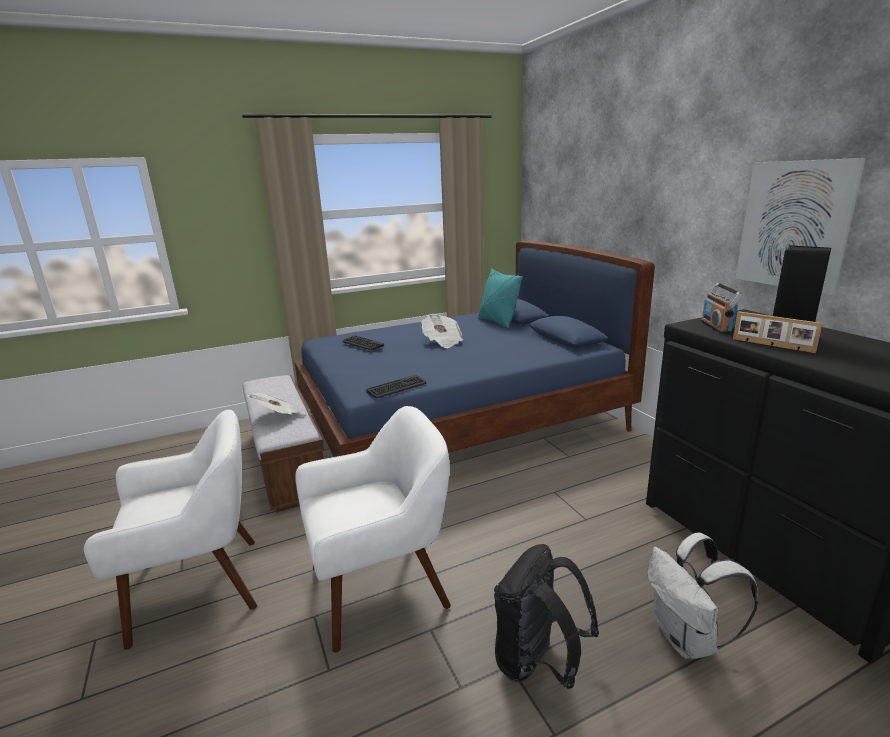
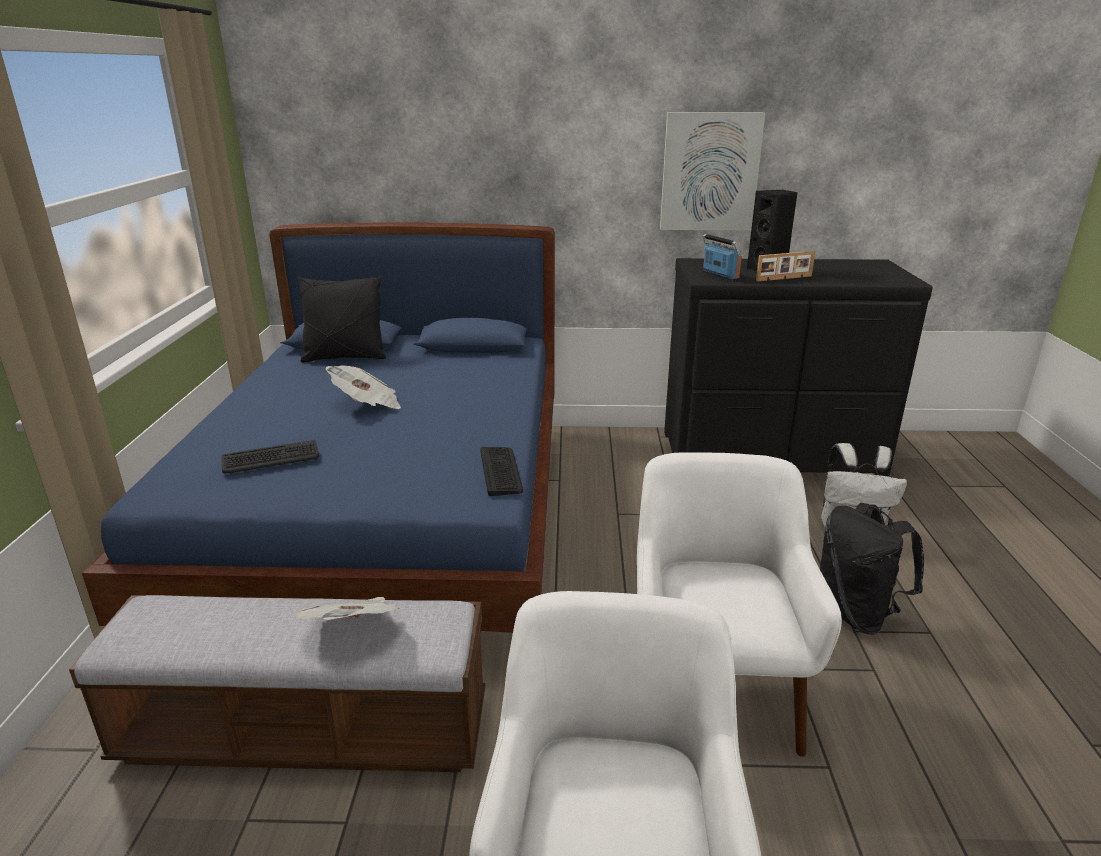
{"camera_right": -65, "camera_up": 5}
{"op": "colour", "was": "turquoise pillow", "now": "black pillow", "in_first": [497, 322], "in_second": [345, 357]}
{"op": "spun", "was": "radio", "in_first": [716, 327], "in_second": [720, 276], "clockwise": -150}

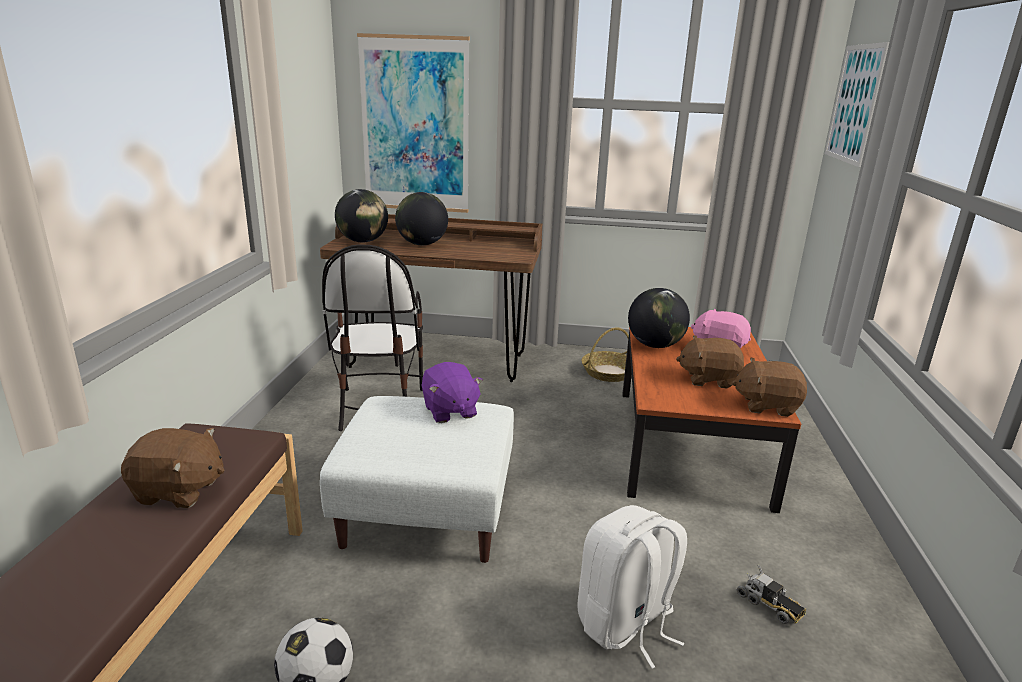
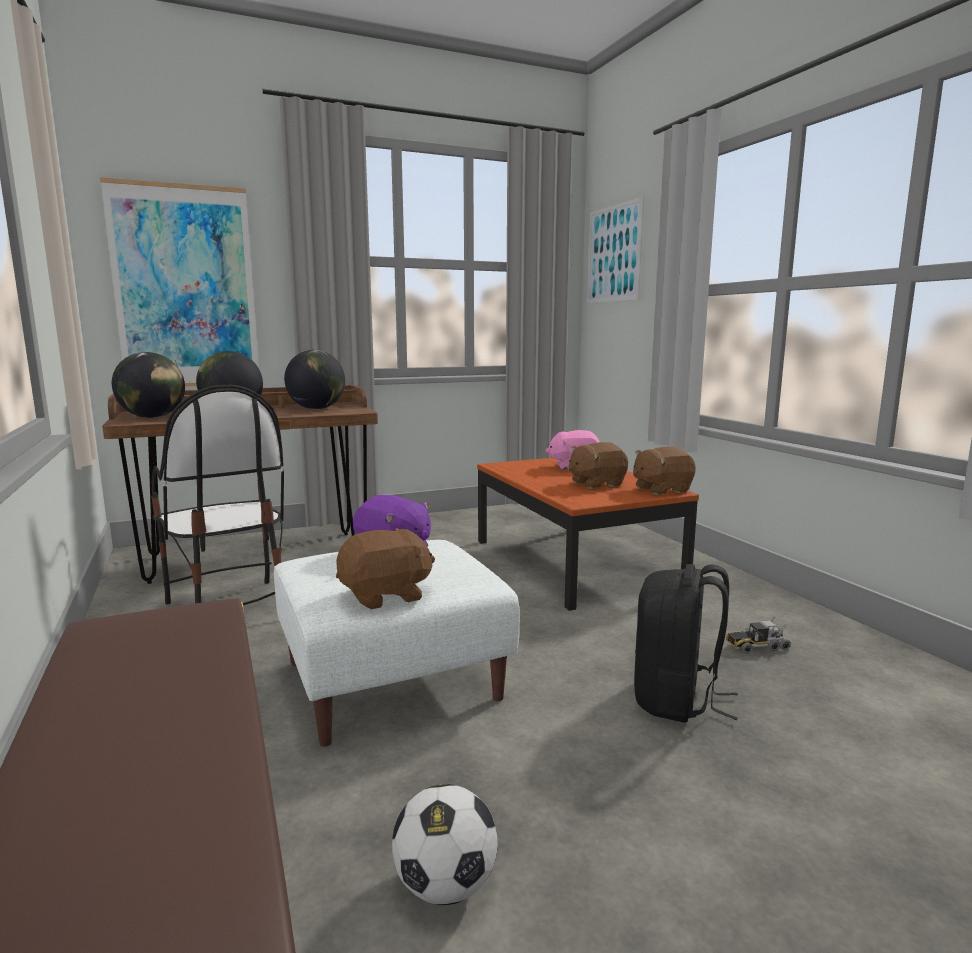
{"camera_right": -30, "camera_up": -10}
{"op": "missing", "was": "basket", "in_first": [608, 372]}
{"op": "relocated", "was": "brown plush toy", "in_first": [179, 491], "in_second": [385, 596]}
{"op": "relocated", "was": "globe", "in_first": [655, 345], "in_second": [316, 409]}
{"op": "colour", "was": "white backpack", "now": "black backpack", "in_first": [625, 625], "in_second": [677, 700]}
{"op": "spun", "was": "toy truck", "in_first": [770, 605], "in_second": [756, 646], "clockwise": 150}

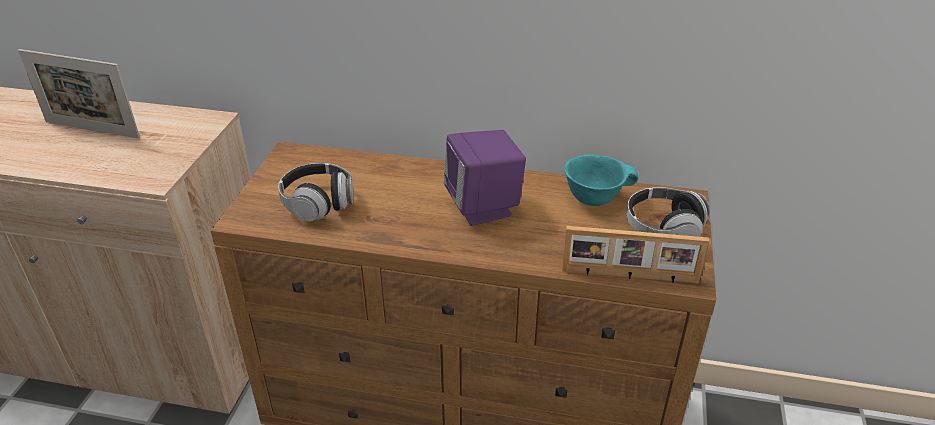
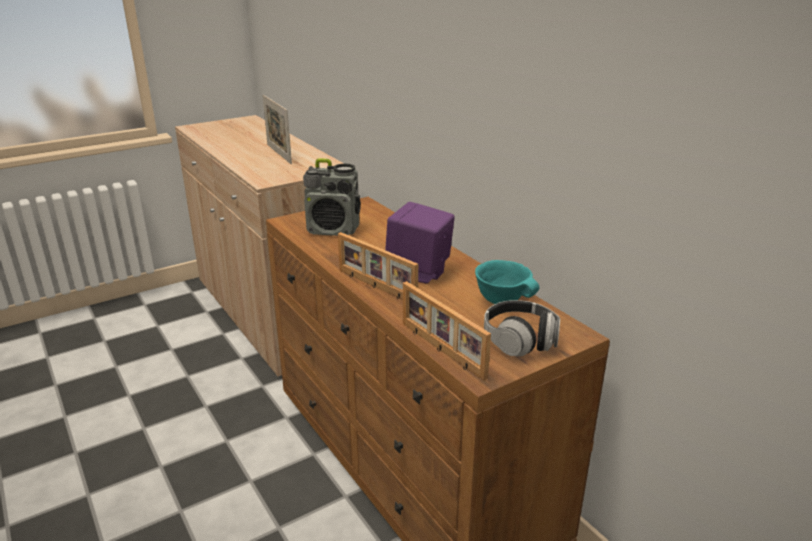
{"camera_right": 45, "camera_up": -10}
{"op": "appeared", "now": "picture frame", "in_second": [375, 287]}
{"op": "exchanged", "was": "headphones", "now": "radio", "in_first": [318, 203], "in_second": [333, 230]}

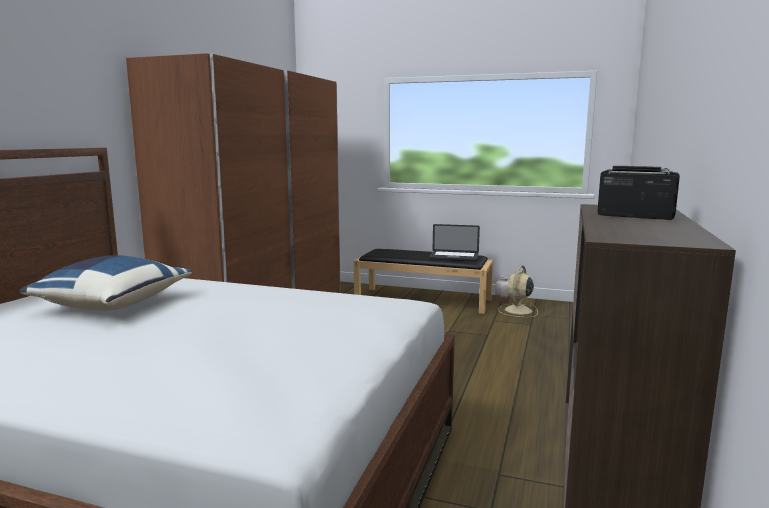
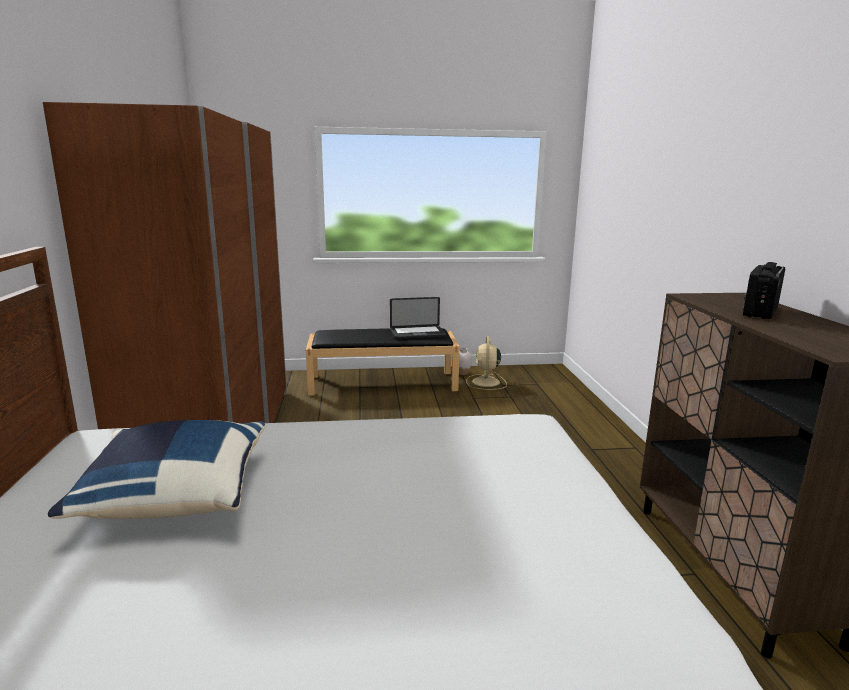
{"camera_right": -25, "camera_up": 5}
{"op": "spun", "was": "radio", "in_first": [634, 216], "in_second": [760, 312], "clockwise": -60}

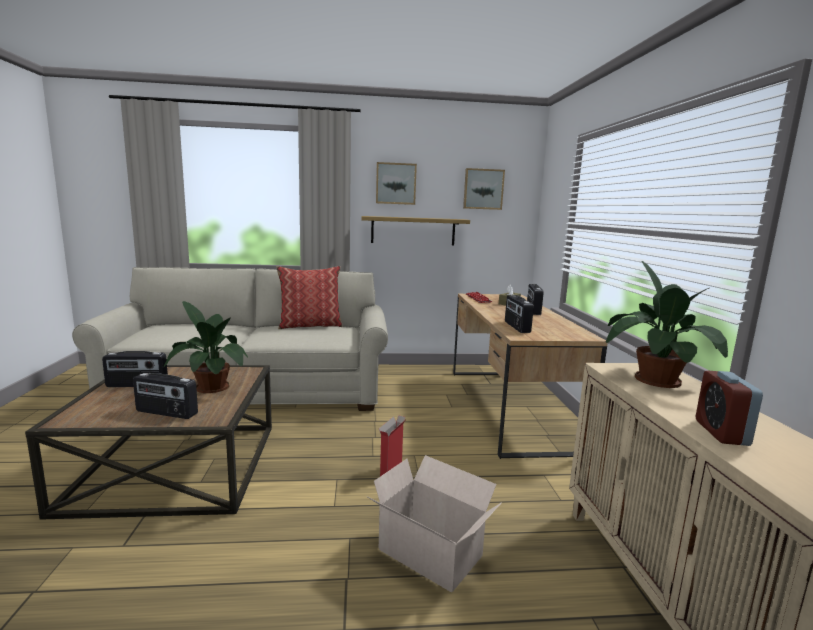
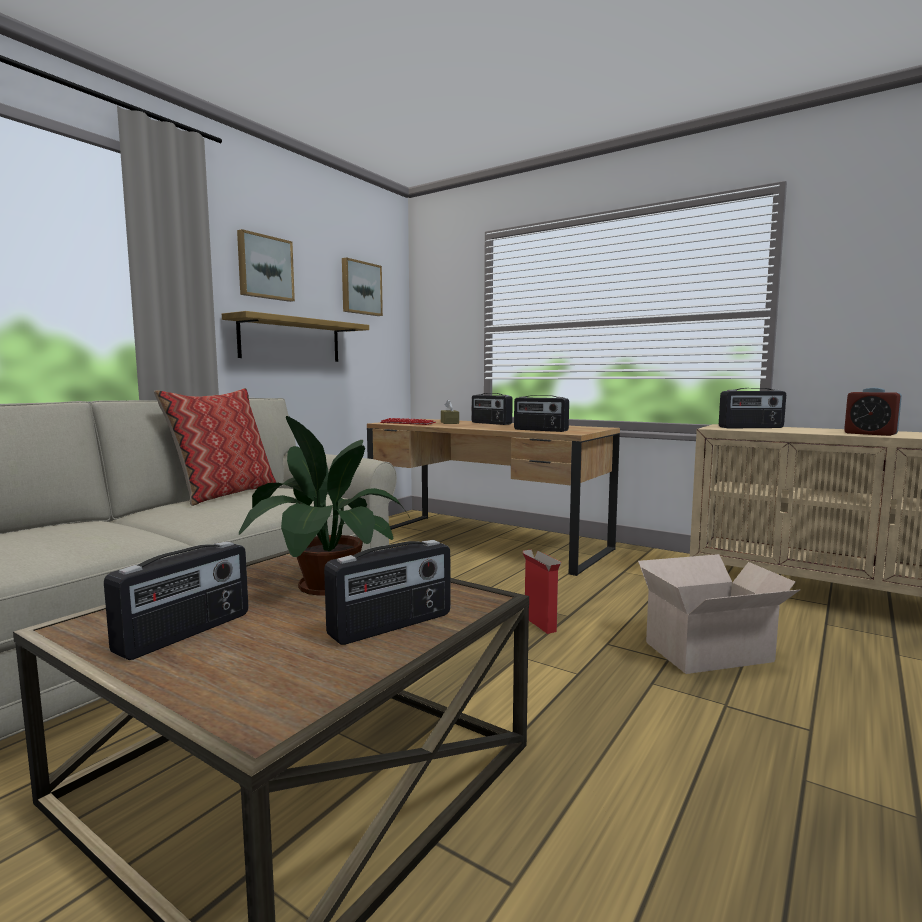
{"camera_right": -50, "camera_up": -5}
{"op": "exchanged", "was": "potted plant", "now": "radio", "in_first": [653, 378], "in_second": [751, 427]}

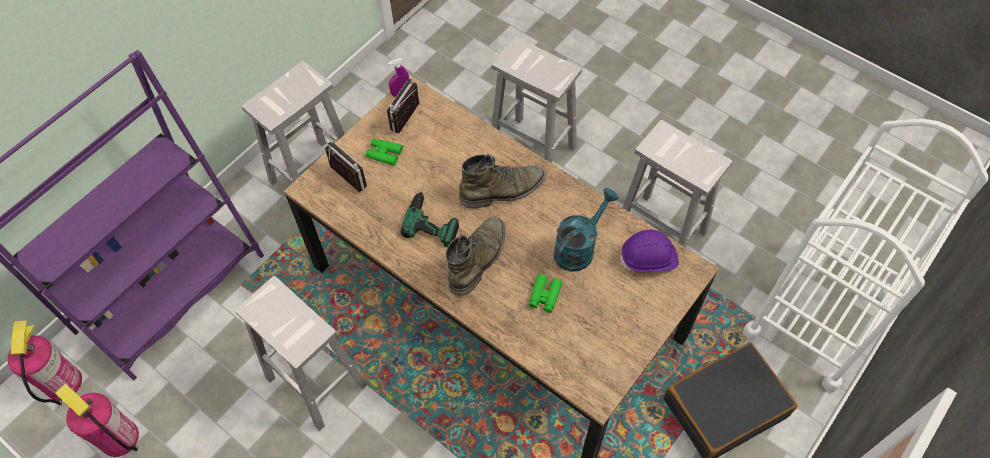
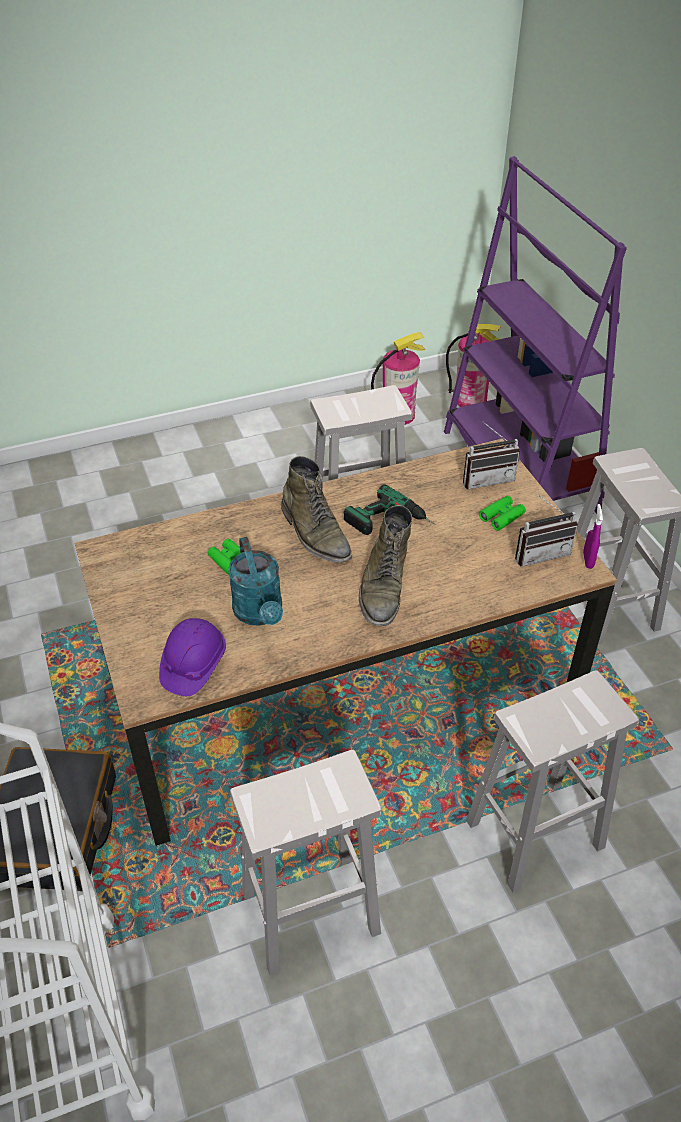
{"camera_right": 120, "camera_up": -15}
{"op": "spun", "was": "radio", "in_first": [409, 119], "in_second": [540, 552], "clockwise": 105}

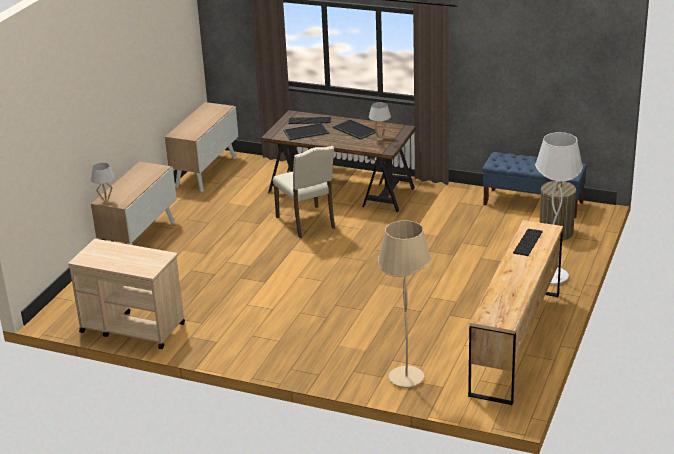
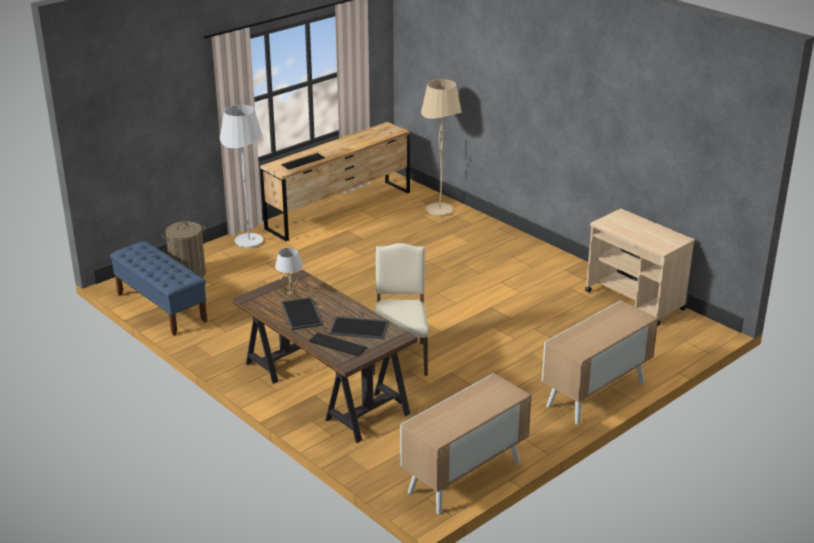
{"camera_right": -155, "camera_up": 0}
{"op": "missing", "was": "white table lamp", "in_first": [106, 201]}

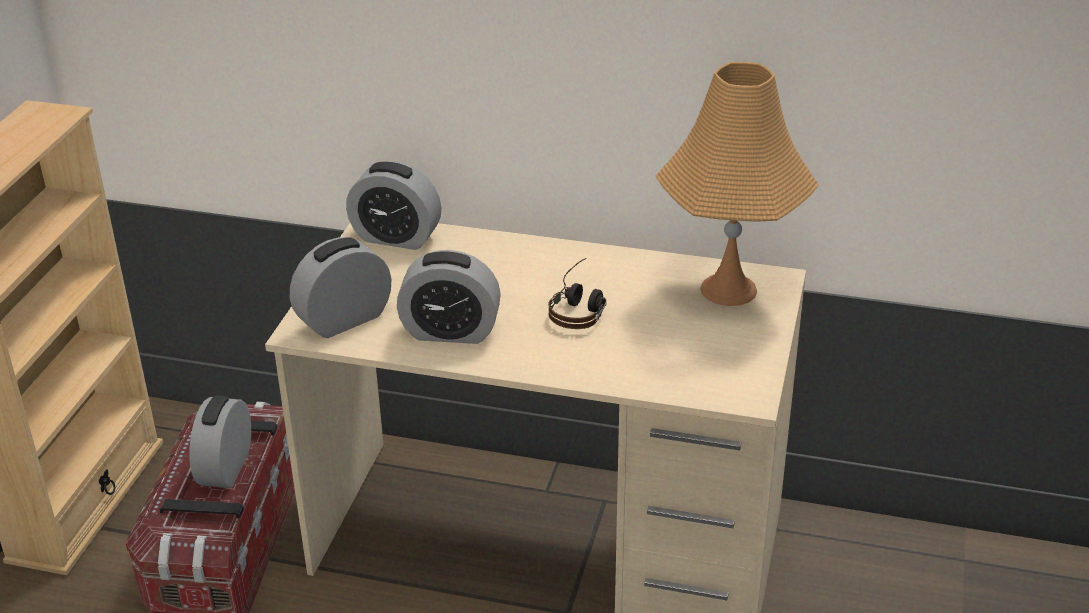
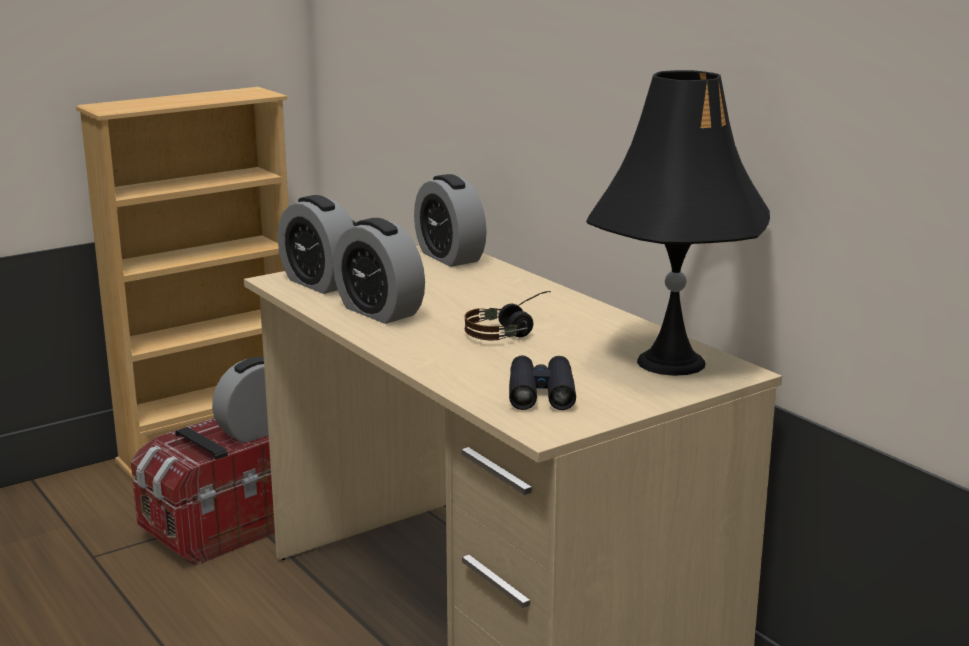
{"camera_right": 40, "camera_up": -15}
{"op": "appeared", "now": "black binoculars", "in_second": [541, 393]}
{"op": "colour", "was": "orange table lamp", "now": "black table lamp", "in_first": [729, 289], "in_second": [671, 362]}
{"op": "spun", "was": "alarm clock", "in_first": [344, 319], "in_second": [320, 283], "clockwise": -135}

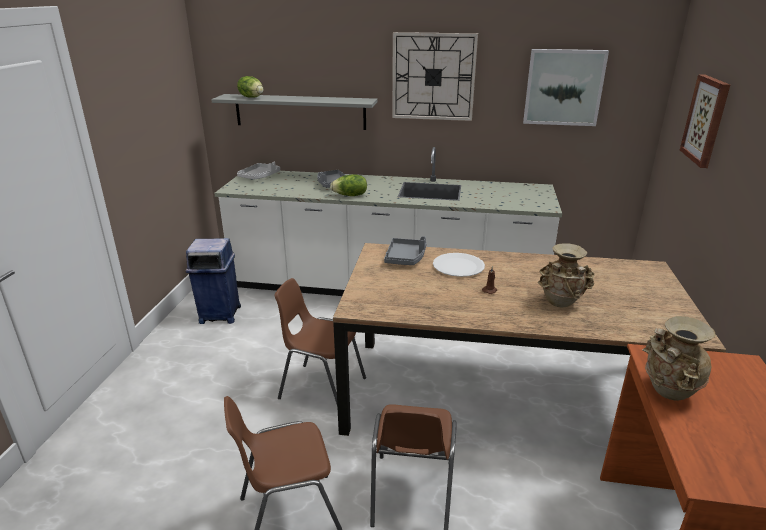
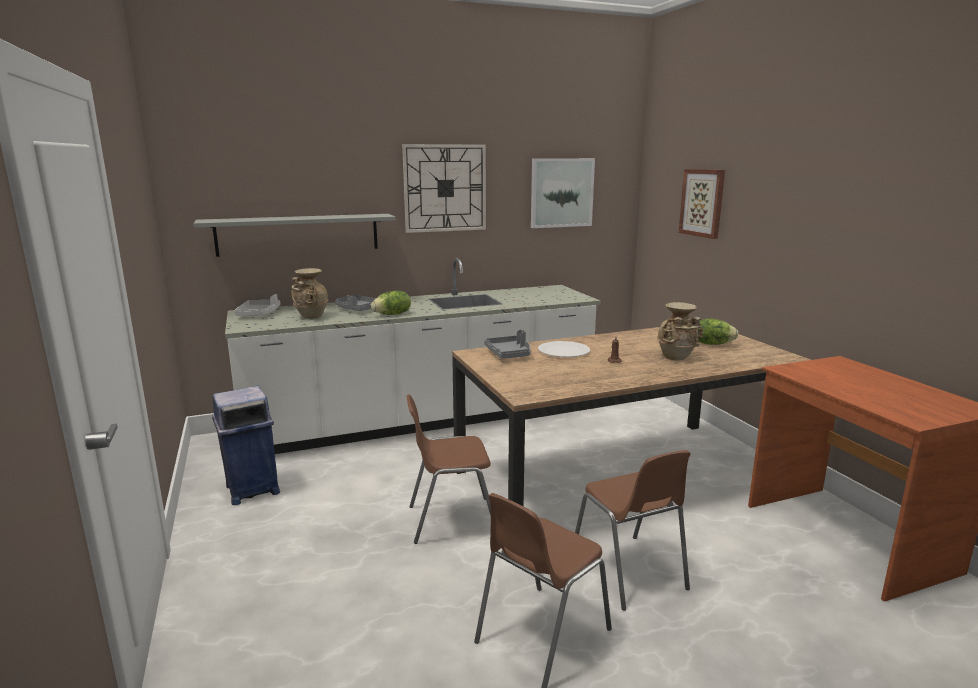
{"camera_right": -30, "camera_up": -10}
{"op": "relocated", "was": "lettuce", "in_first": [252, 97], "in_second": [711, 344]}
{"op": "relocated", "was": "beige vase", "in_first": [668, 392], "in_second": [310, 317]}

